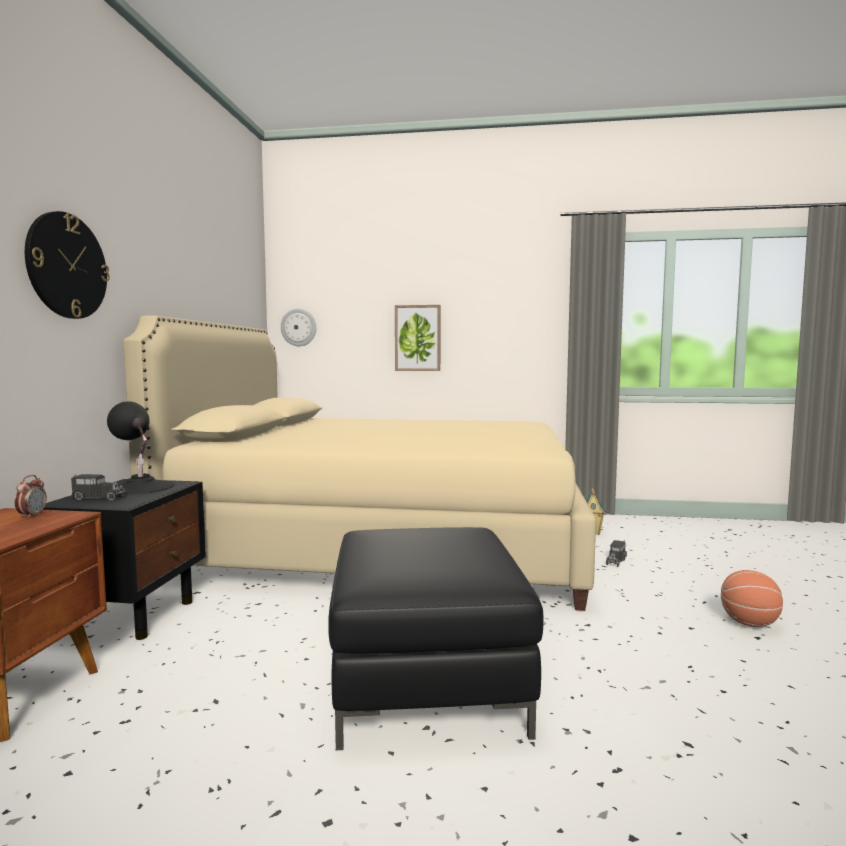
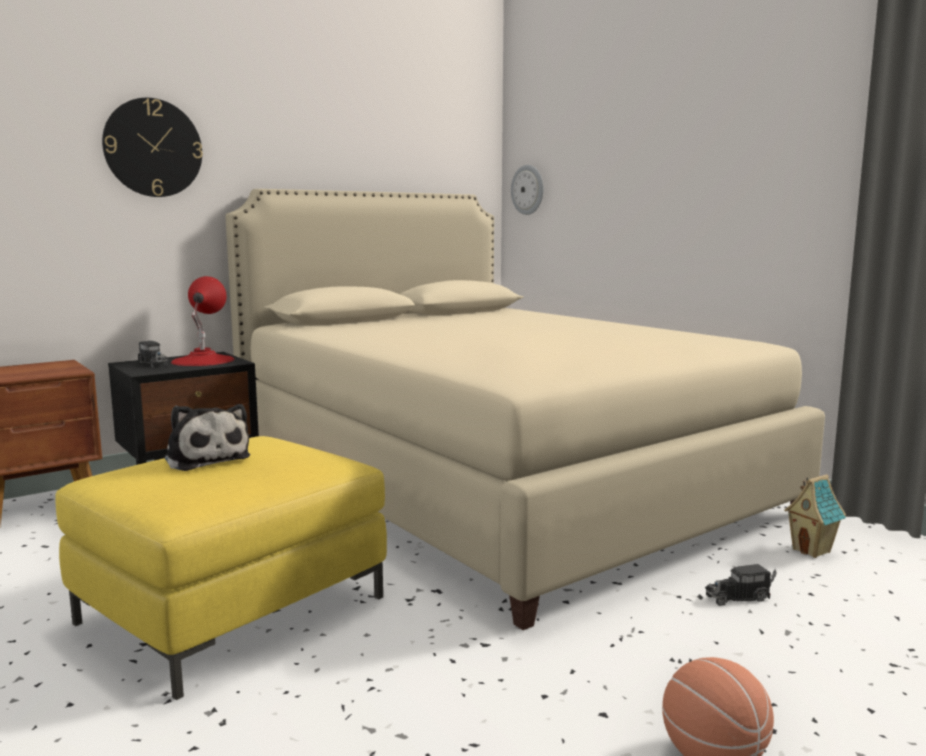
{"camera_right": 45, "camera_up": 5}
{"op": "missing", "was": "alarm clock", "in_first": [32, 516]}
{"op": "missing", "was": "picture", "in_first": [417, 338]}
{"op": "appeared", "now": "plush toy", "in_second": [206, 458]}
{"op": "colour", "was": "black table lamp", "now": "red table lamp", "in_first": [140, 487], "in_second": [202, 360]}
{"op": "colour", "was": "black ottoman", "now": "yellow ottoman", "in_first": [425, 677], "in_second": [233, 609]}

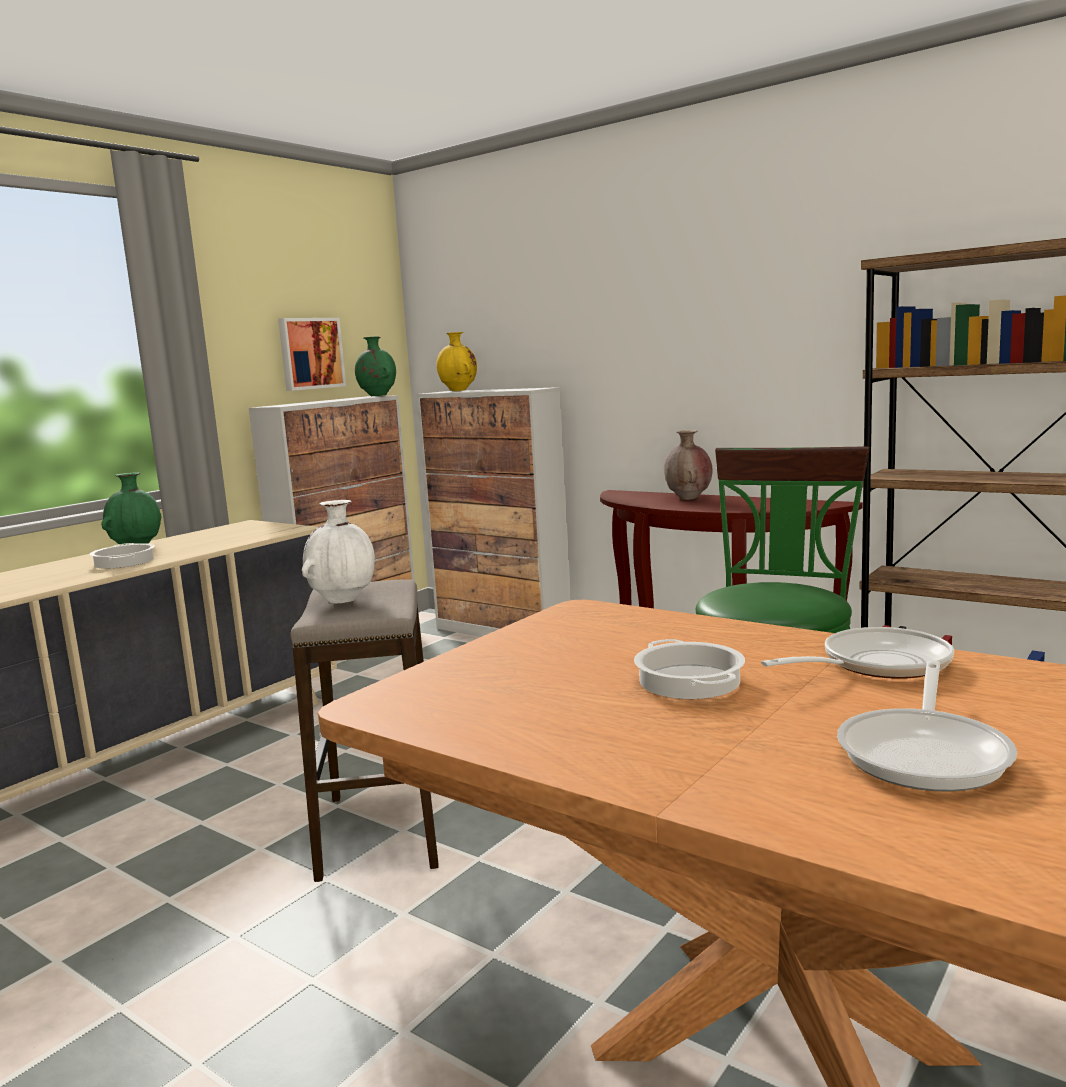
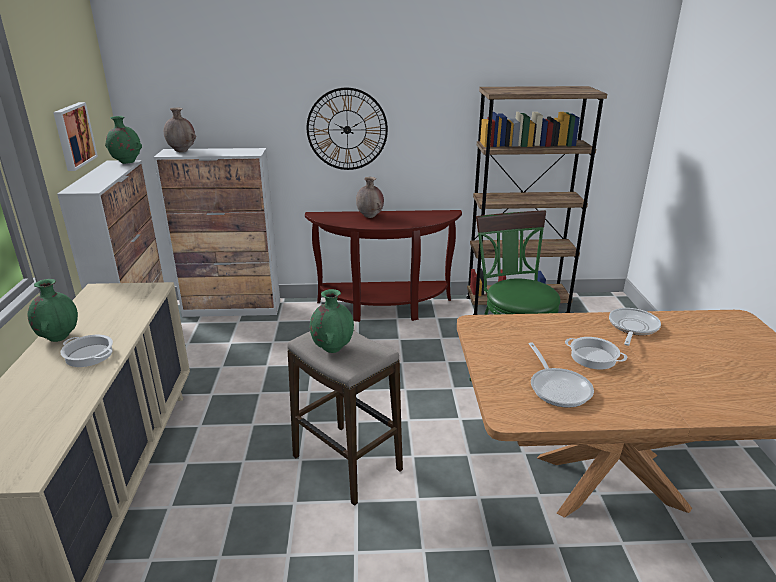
{"camera_right": -40, "camera_up": 15}
{"op": "appeared", "now": "wall clock", "in_second": [347, 129]}
{"op": "relocated", "was": "frying pan", "in_first": [926, 752], "in_second": [558, 387]}
{"op": "colour", "was": "white vase", "now": "green vase", "in_first": [343, 600], "in_second": [332, 348]}
{"op": "colour", "was": "yellow vase", "now": "brown vase", "in_first": [458, 390], "in_second": [182, 151]}

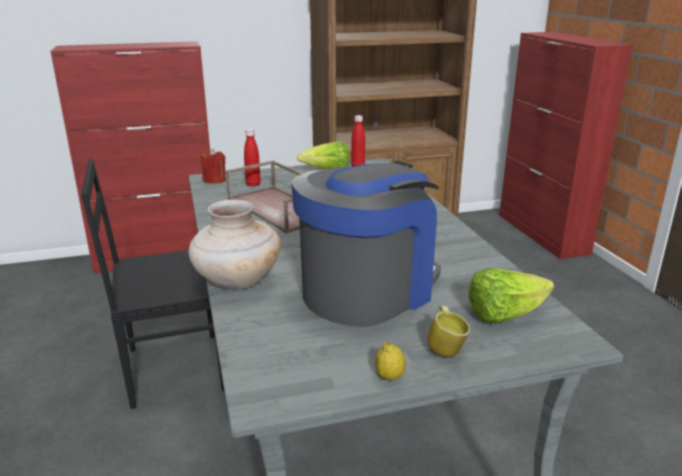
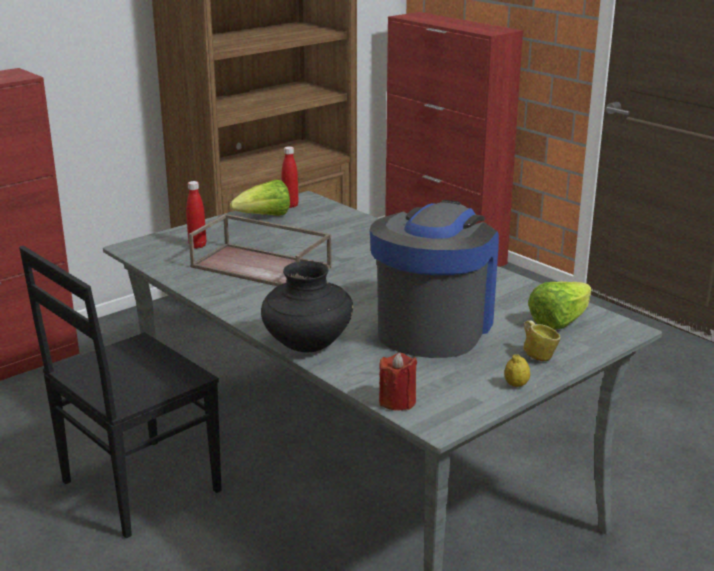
{"camera_right": -25, "camera_up": 0}
{"op": "relocated", "was": "red candle", "in_first": [214, 180], "in_second": [397, 401]}
{"op": "colour", "was": "beige vase", "now": "black vase", "in_first": [236, 281], "in_second": [307, 344]}

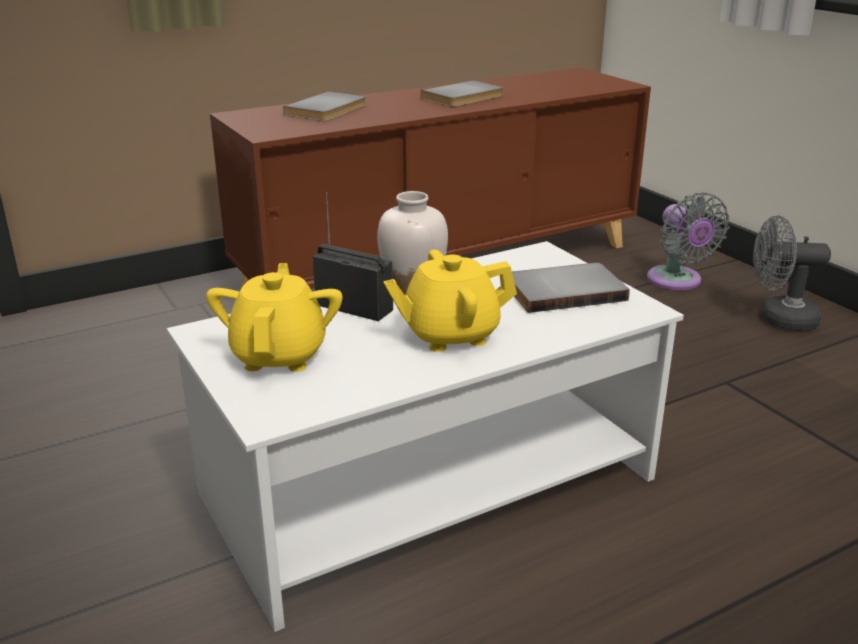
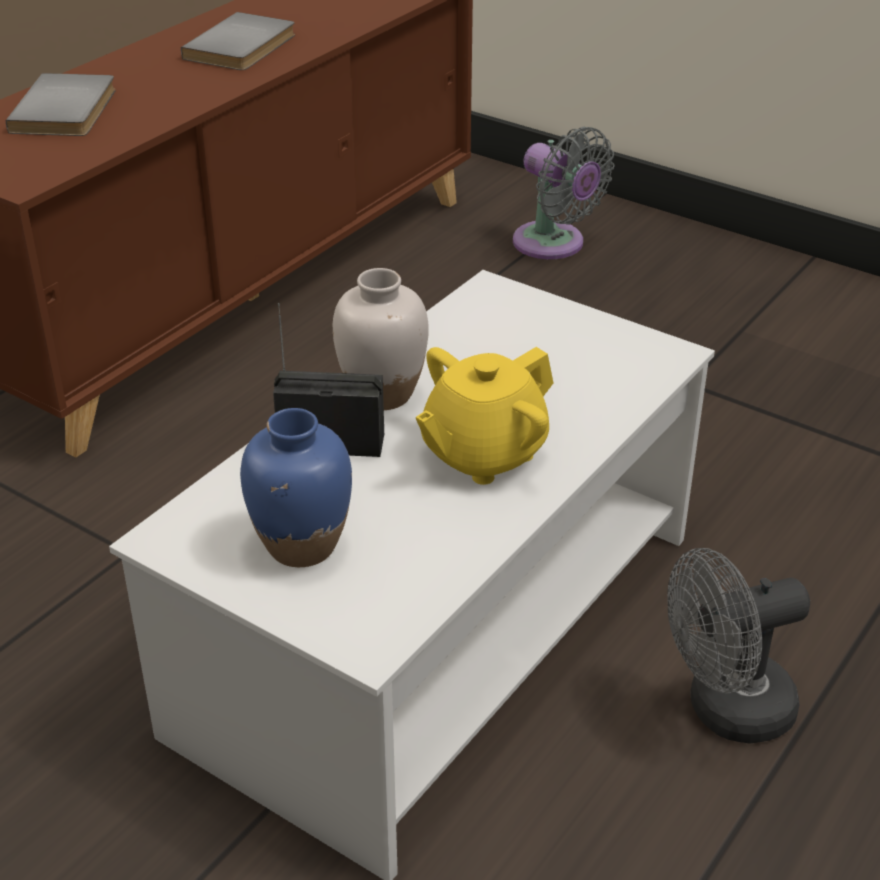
{"camera_right": -25, "camera_up": 10}
{"op": "missing", "was": "grey book", "in_first": [563, 290]}
{"op": "relocated", "was": "grey fan", "in_first": [779, 319], "in_second": [725, 710]}
{"op": "exchanged", "was": "yellow teapot", "now": "blue vase", "in_first": [280, 355], "in_second": [302, 546]}

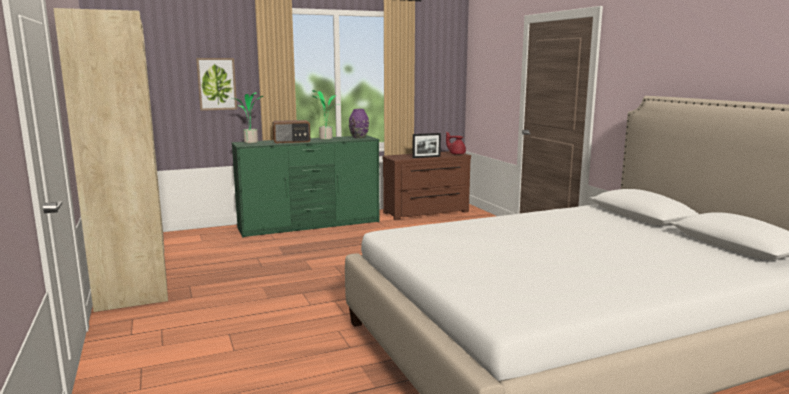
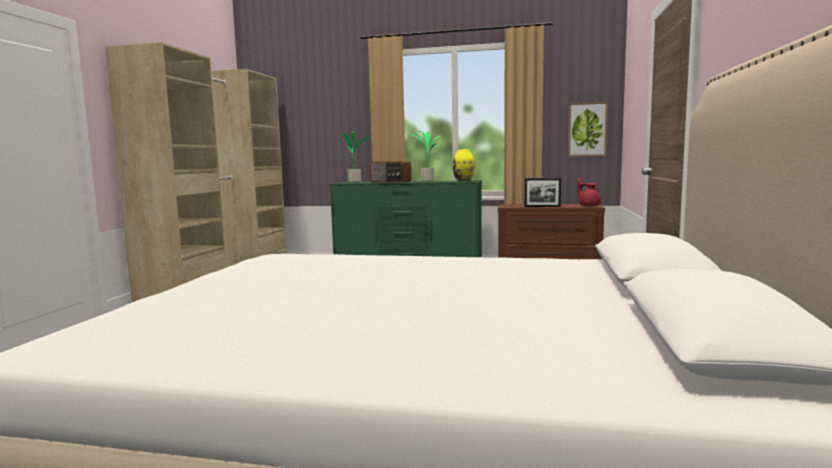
{"camera_right": 35, "camera_up": -5}
{"op": "relocated", "was": "picture", "in_first": [216, 84], "in_second": [587, 129]}
{"op": "colour", "was": "purple vase", "now": "yellow vase", "in_first": [359, 137], "in_second": [464, 181]}

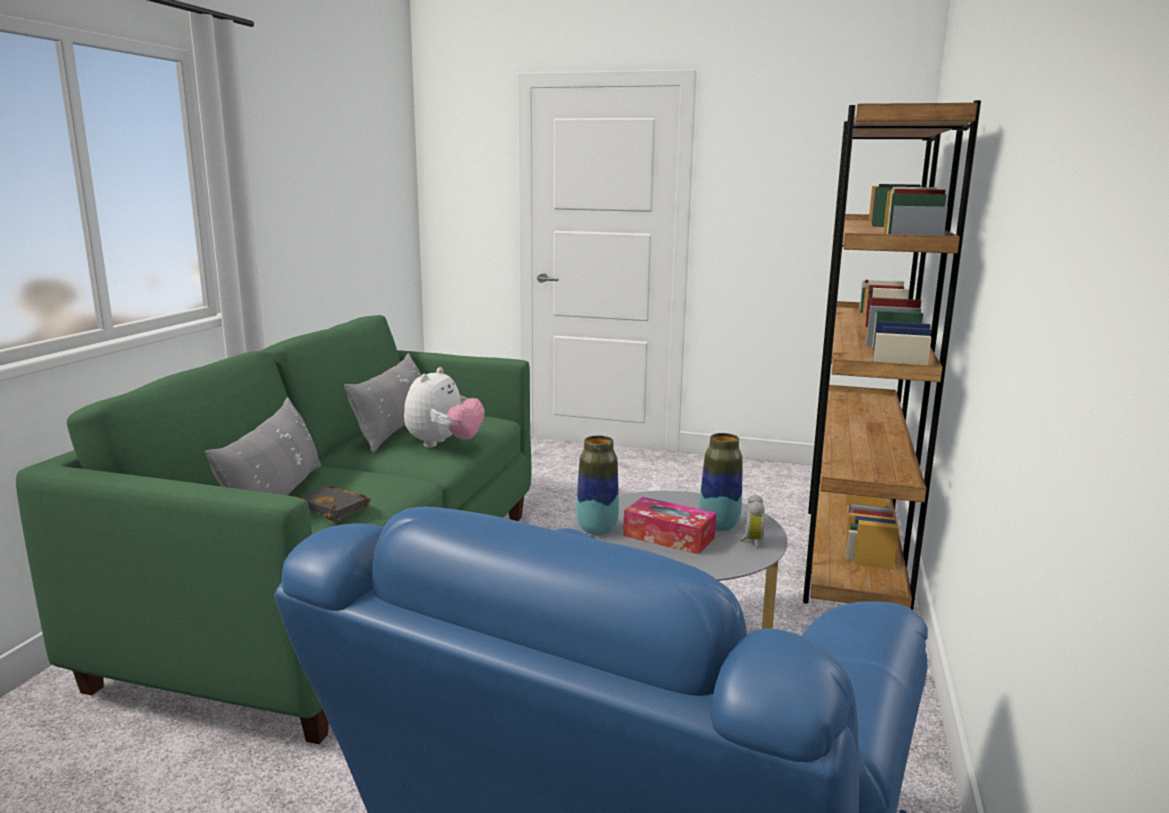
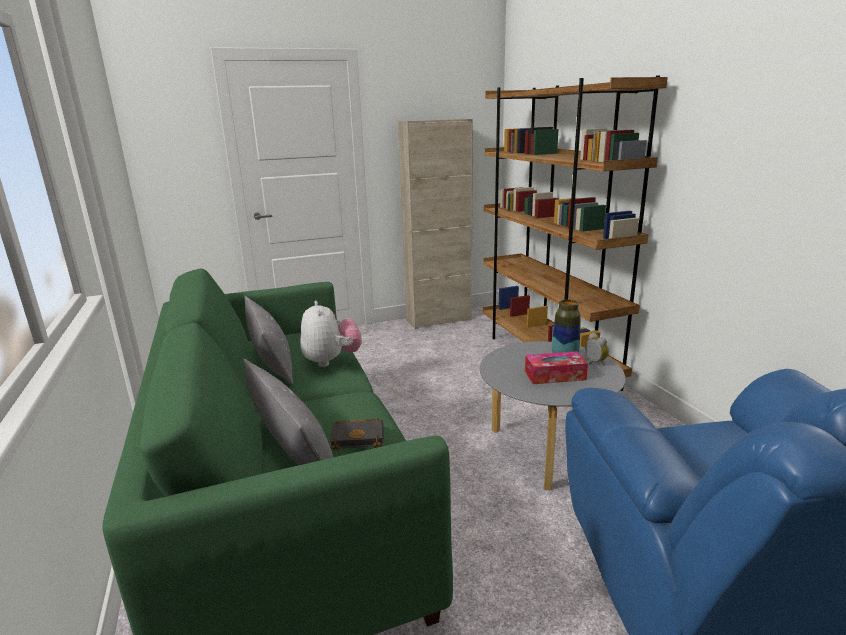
{"camera_right": -35, "camera_up": 5}
{"op": "missing", "was": "vase", "in_first": [597, 530]}
{"op": "appeared", "now": "beige cabinet", "in_second": [438, 320]}

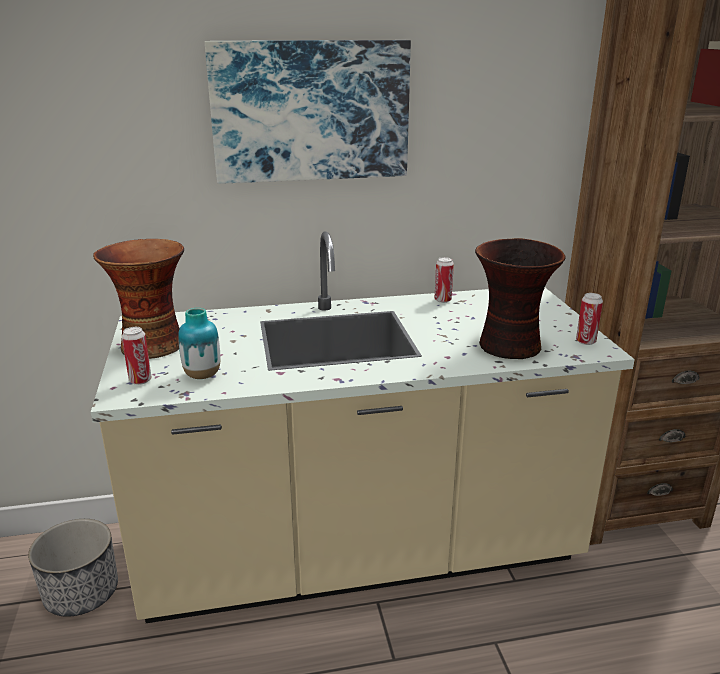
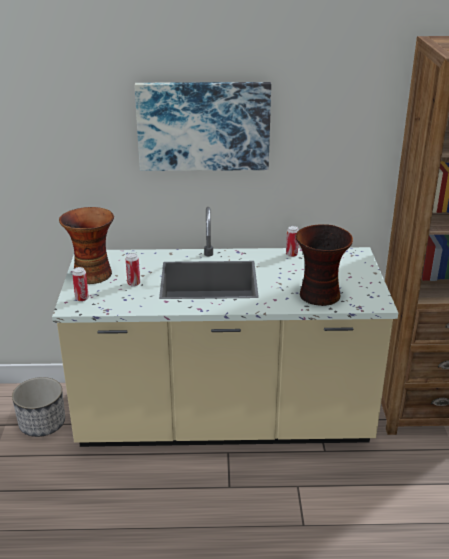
{"camera_right": 10, "camera_up": 5}
{"op": "missing", "was": "vase", "in_first": [202, 375]}
{"op": "relocated", "was": "can", "in_first": [585, 341], "in_second": [133, 284]}

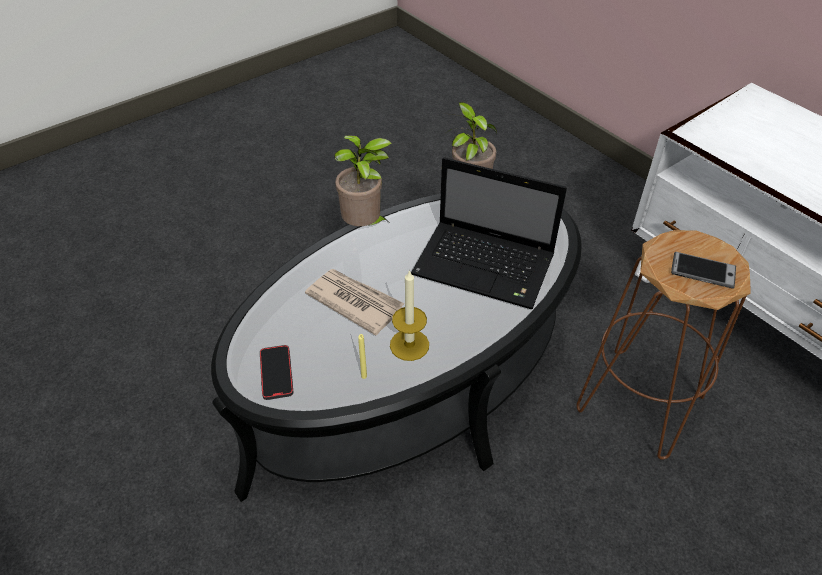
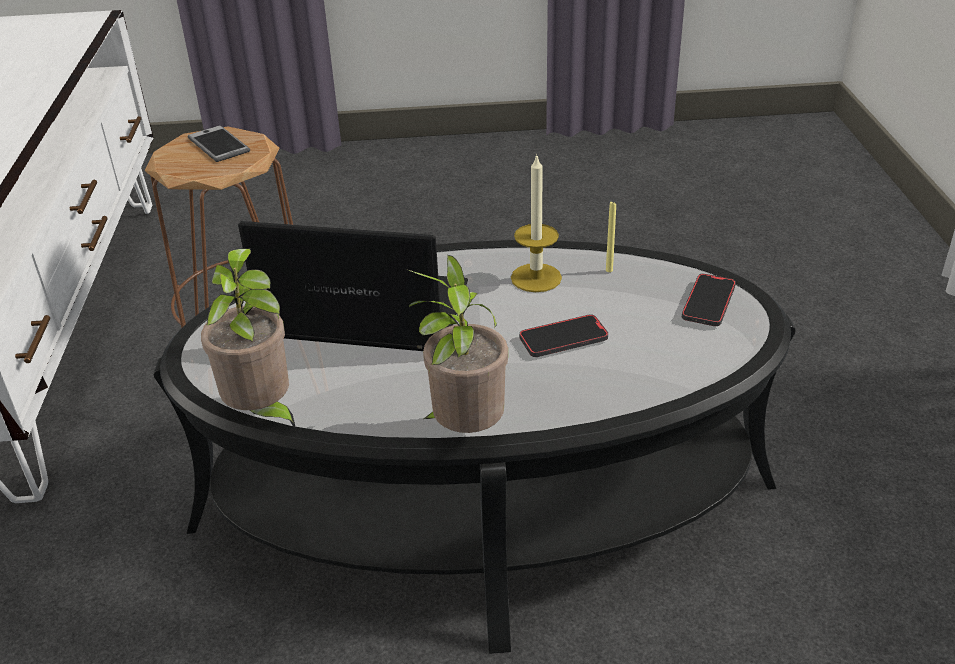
{"camera_right": -145, "camera_up": -10}
{"op": "exchanged", "was": "newspaper", "now": "phone", "in_first": [355, 302], "in_second": [563, 339]}
{"op": "spun", "was": "laptop", "in_first": [486, 266], "in_second": [362, 314], "clockwise": -45}

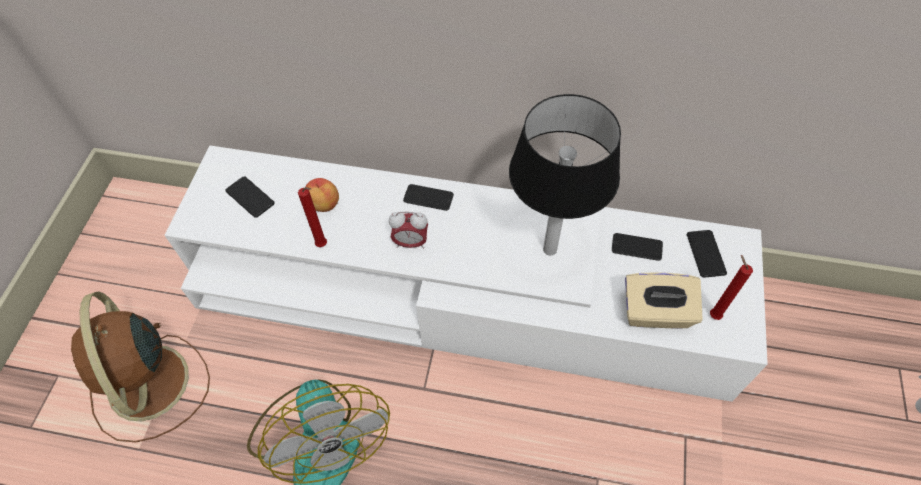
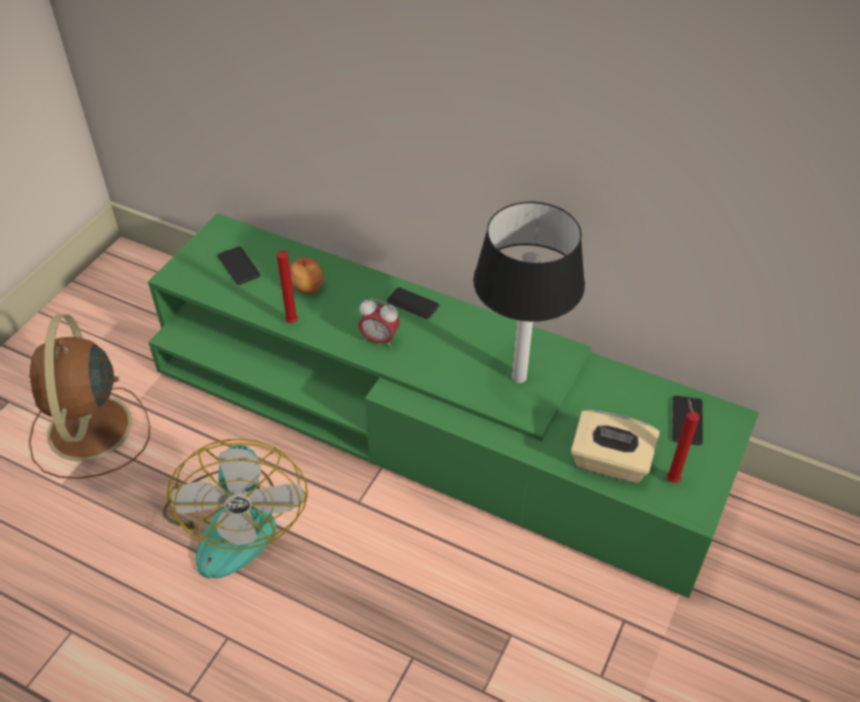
{"camera_right": 15, "camera_up": -10}
{"op": "missing", "was": "phone", "in_first": [636, 247]}
{"op": "colour", "was": "white tv stand", "now": "green tv stand", "in_first": [461, 295], "in_second": [430, 424]}

